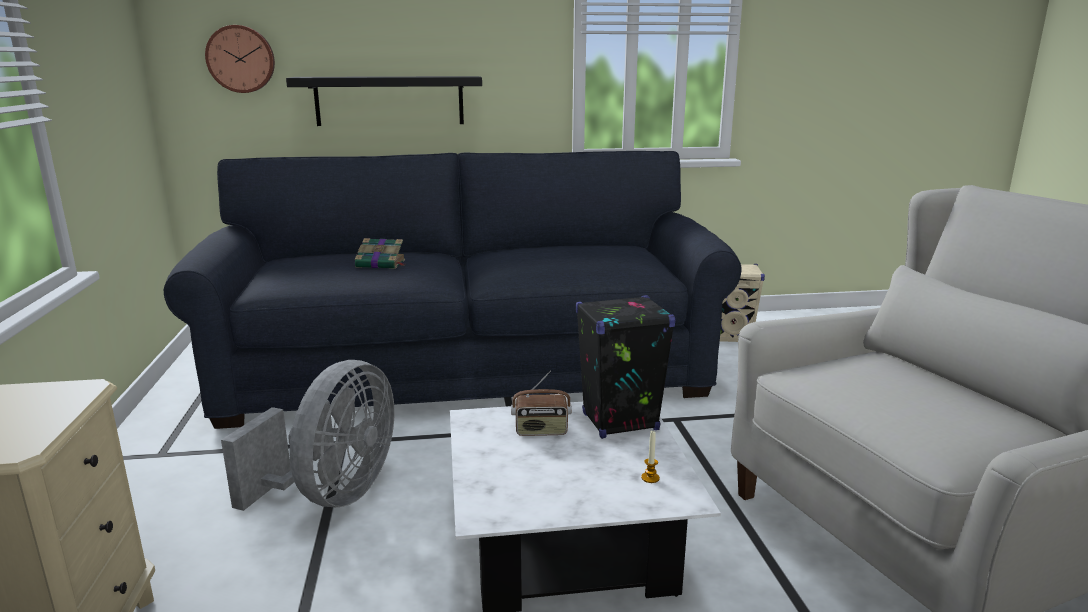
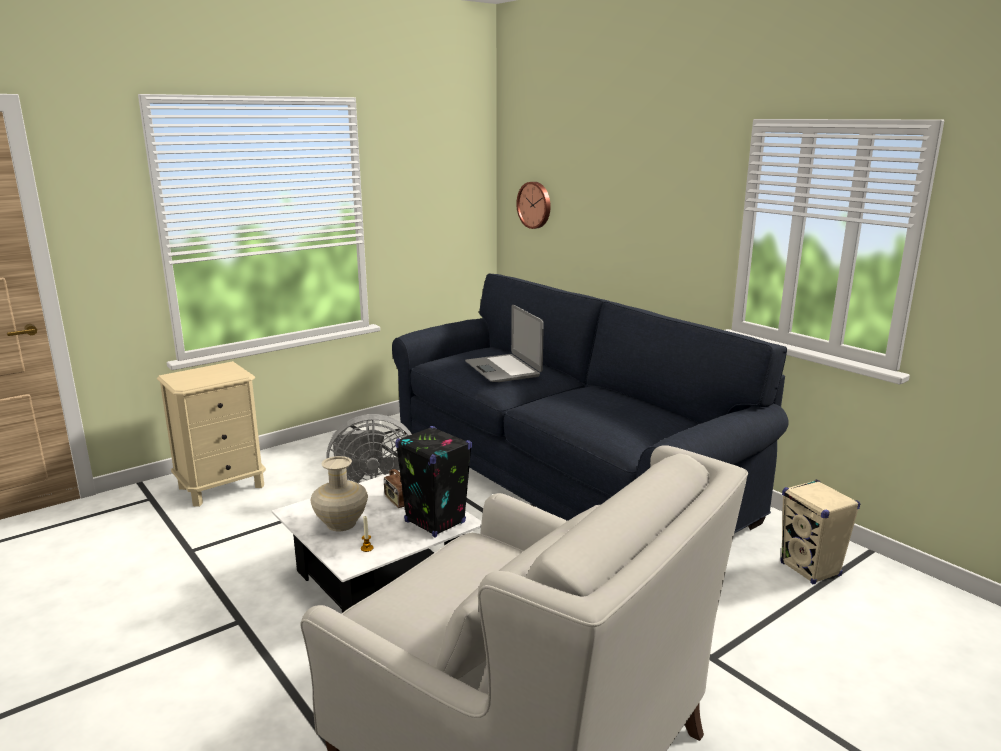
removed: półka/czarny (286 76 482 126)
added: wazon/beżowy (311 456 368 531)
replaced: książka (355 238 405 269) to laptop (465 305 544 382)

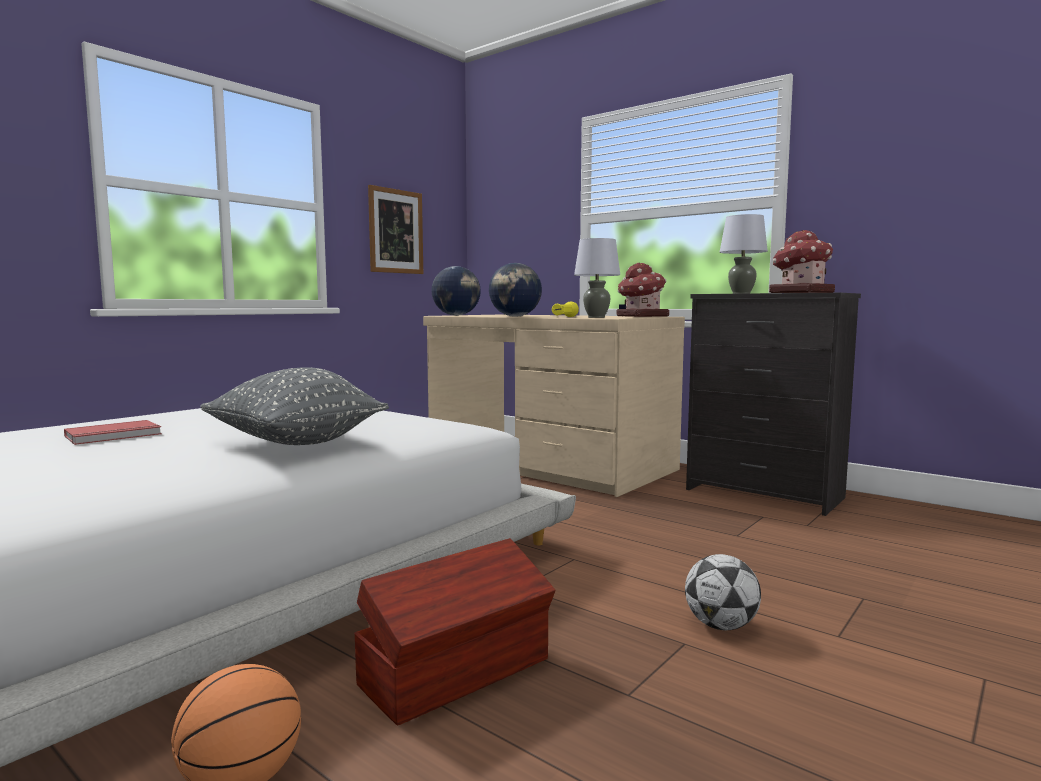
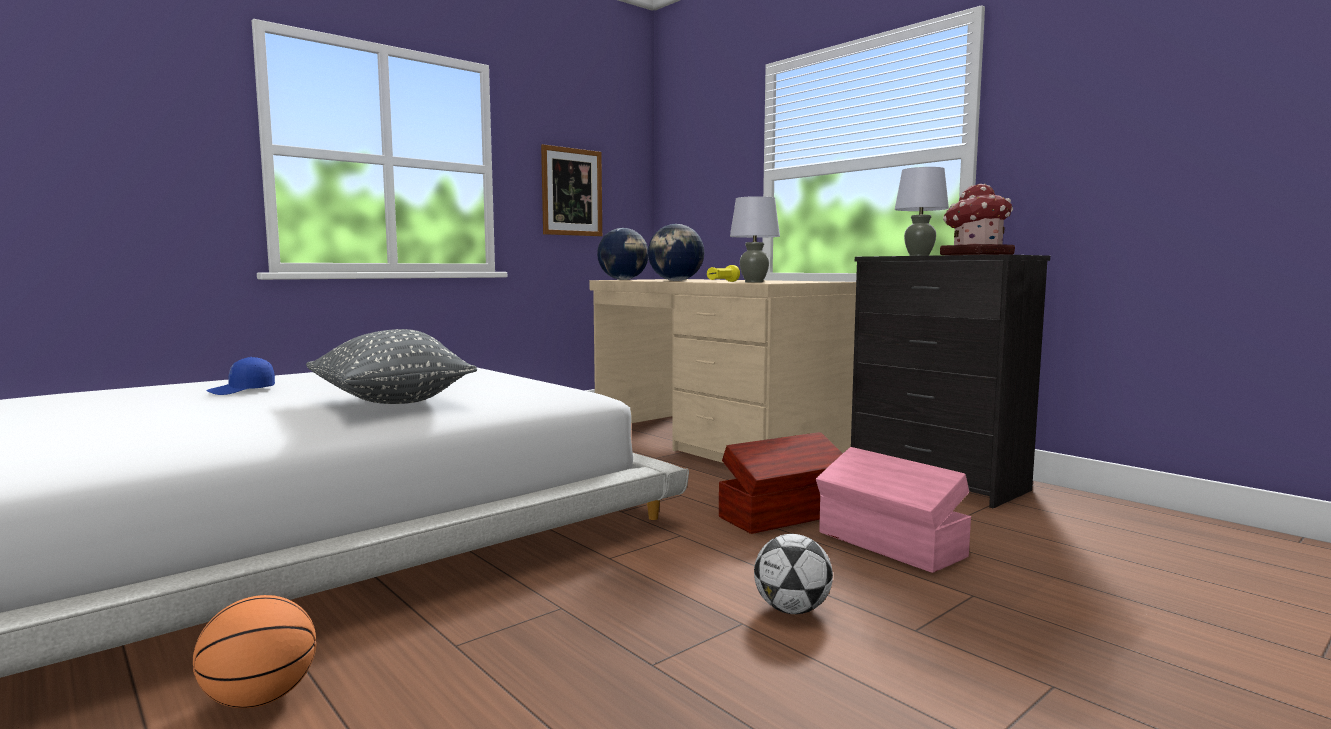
removed: domek (617 263 669 317)
added: pojemnik do przechowywania/różowy (816 447 971 573)
moved: pojemnik do przechowywania/brązowy (354 538 555 726) to (719 432 843 534)
replaced: książka/czerwony (64 420 162 445) to czapka z daszkiem/niebieski (206 357 275 395)

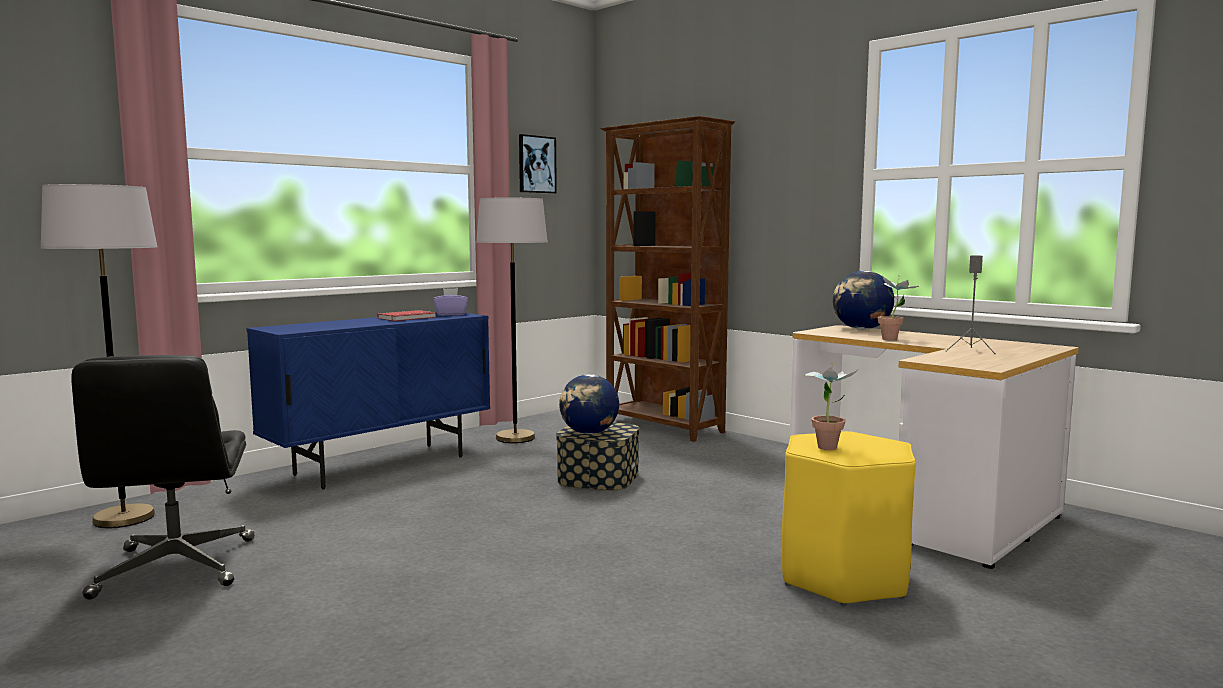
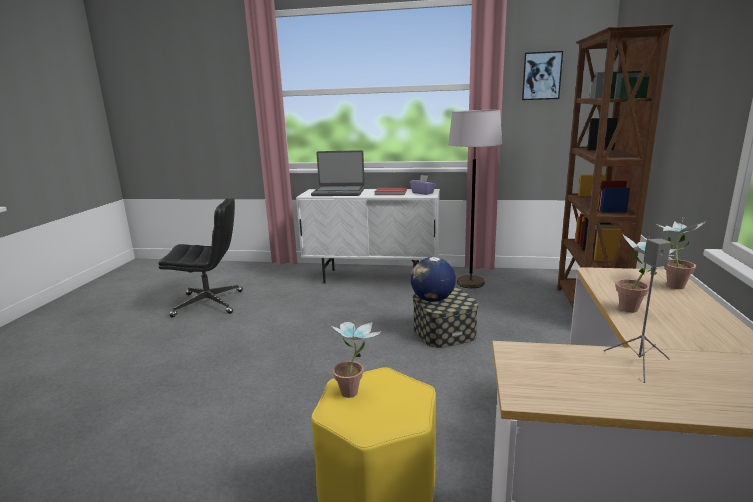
removed: lampa stojąca/szary (41 184 157 528)
added: laptop (311 150 365 196)
replaced: globus (833 271 894 330) to roślina doniczkowa (655 217 706 289)
recoloured: szafka/niebieski (246 313 490 489) to szafka/biały (296 189 440 284)
turned: krzesło biurowe/czarny (71 355 254 600) = (158 198 243 318) 135 degrees counterclockwise

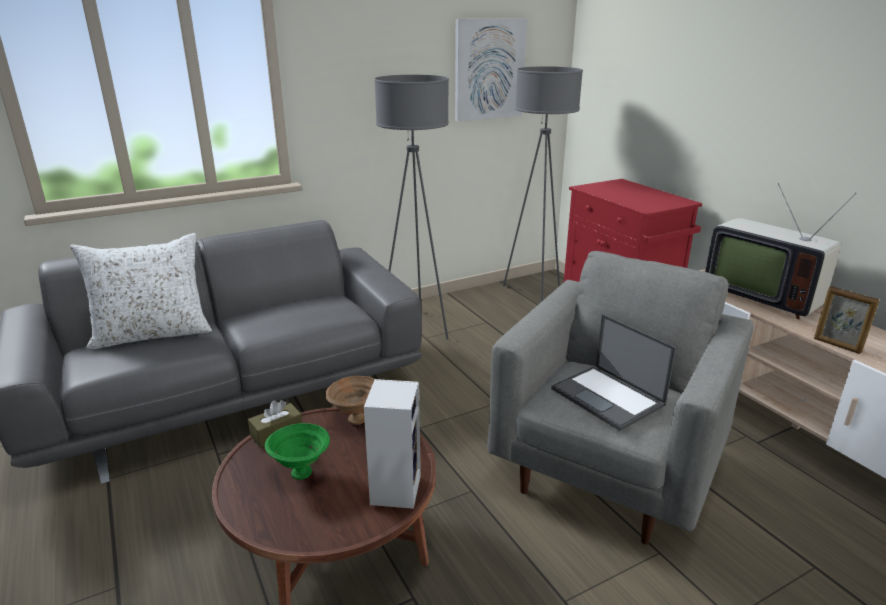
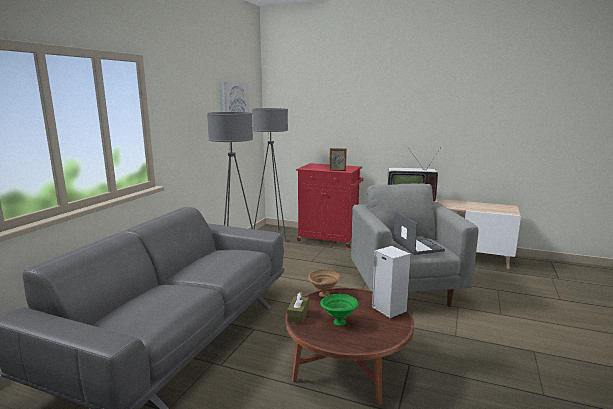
removed: poduszka/biały (70 233 212 349)
moved: ramka na zdjęcie (814 286 879 354) to (329 148 347 171)
turned: laptop (551 314 676 431) = (393 211 445 255) 120 degrees counterclockwise

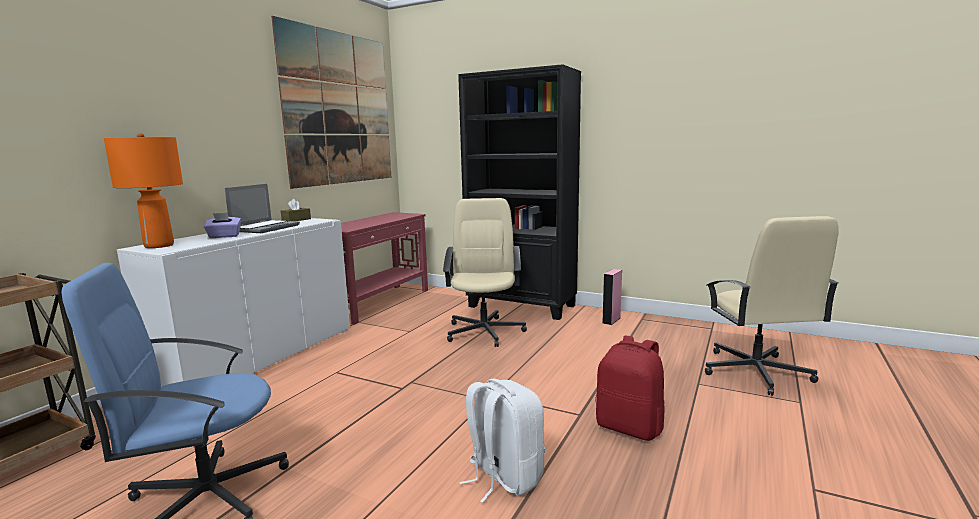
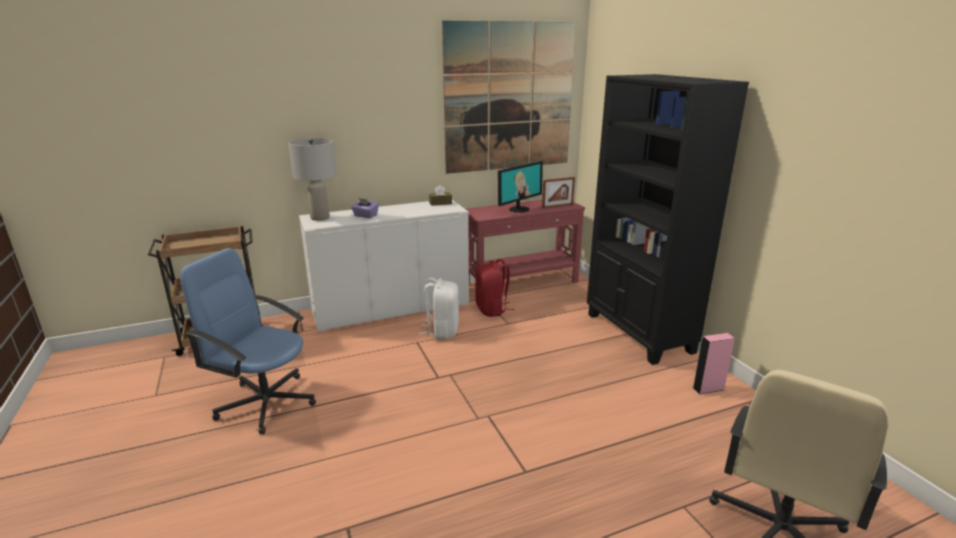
removed: laptop (224 184 300 233); krzesło biurowe/beżowy (443 198 527 347)
added: monitor (498 161 543 213); ramka na zdjęcie (542 177 575 209)
moved: plecak/biały (459 378 545 503) to (419 277 459 339); plecak/czerwony (595 336 665 441) to (475 259 514 317)
recoloured: lampa stołowa/pomarańczowy (104 133 183 248) to lampa stołowa/szary (288 138 337 221)

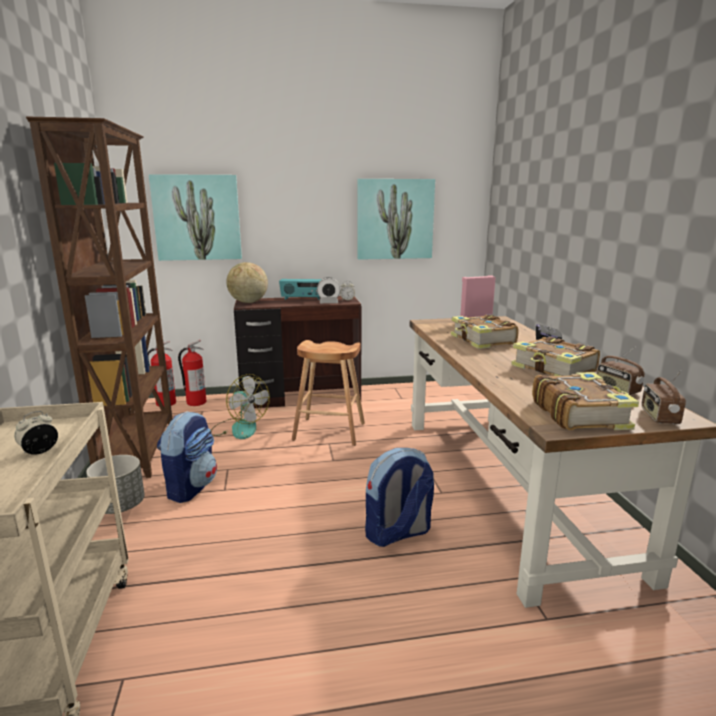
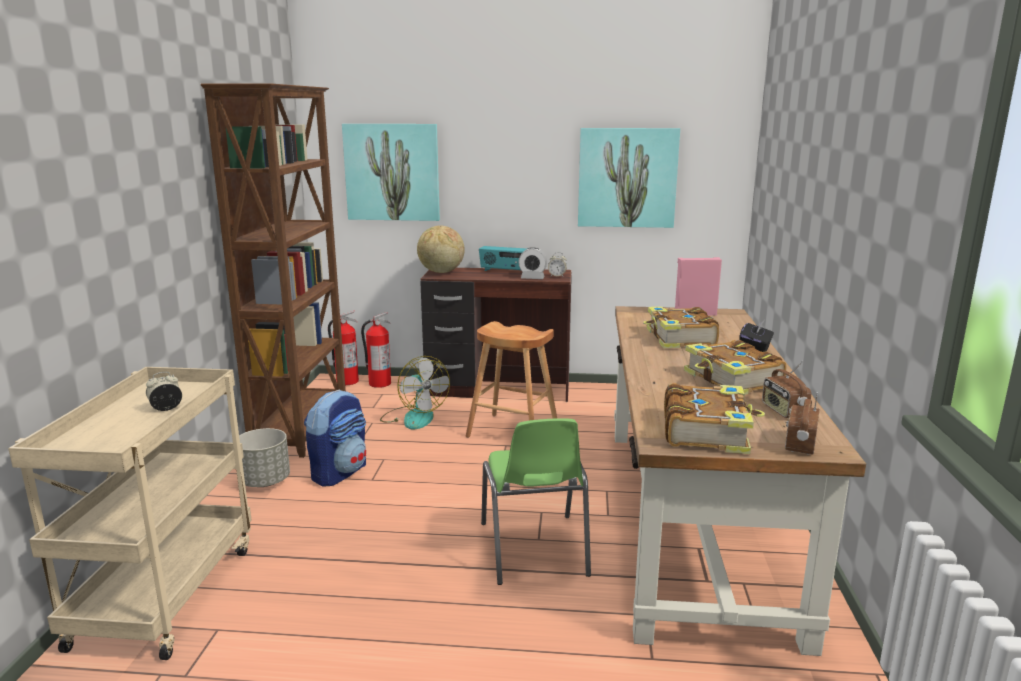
replaced: plecak (365 448 434 547) to krzesło/zielony (481 418 591 585)

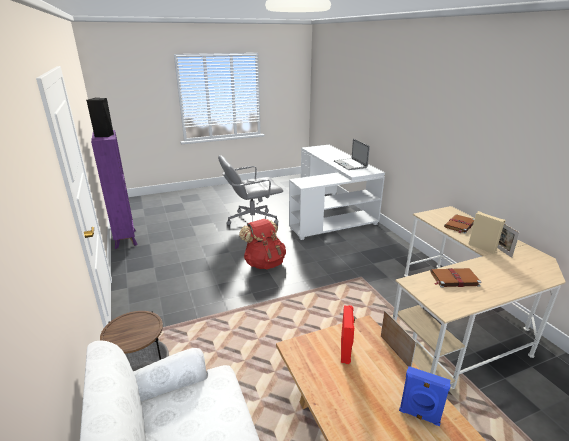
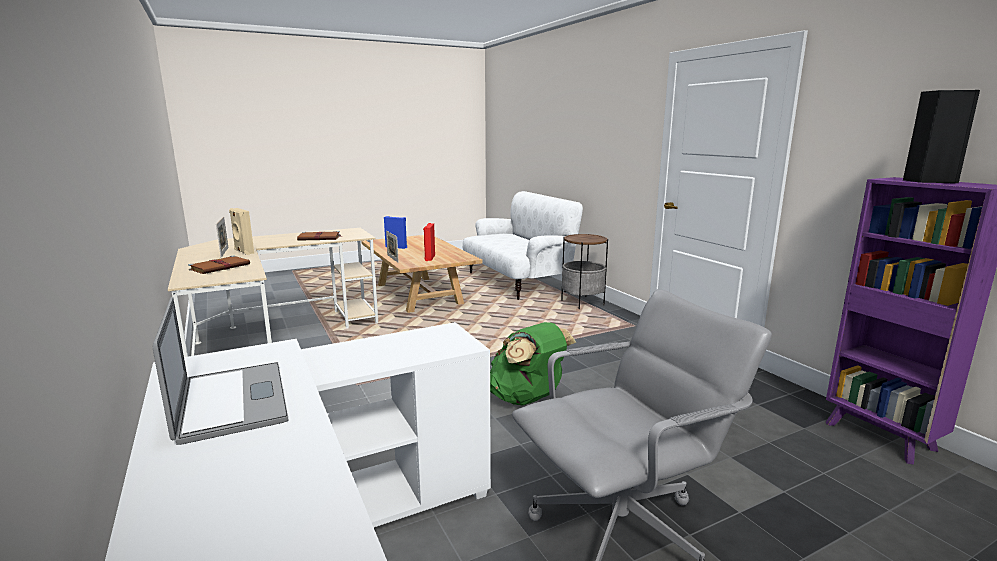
recoloured: plecak/czerwony (239 219 286 269) to plecak/zielony (490 322 576 405)

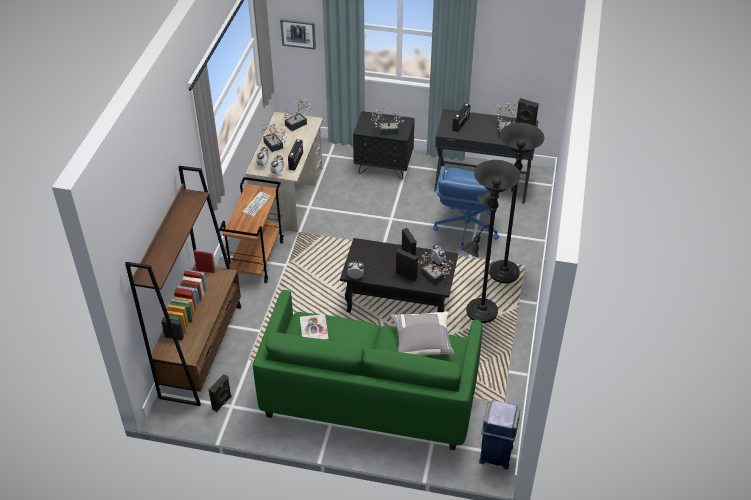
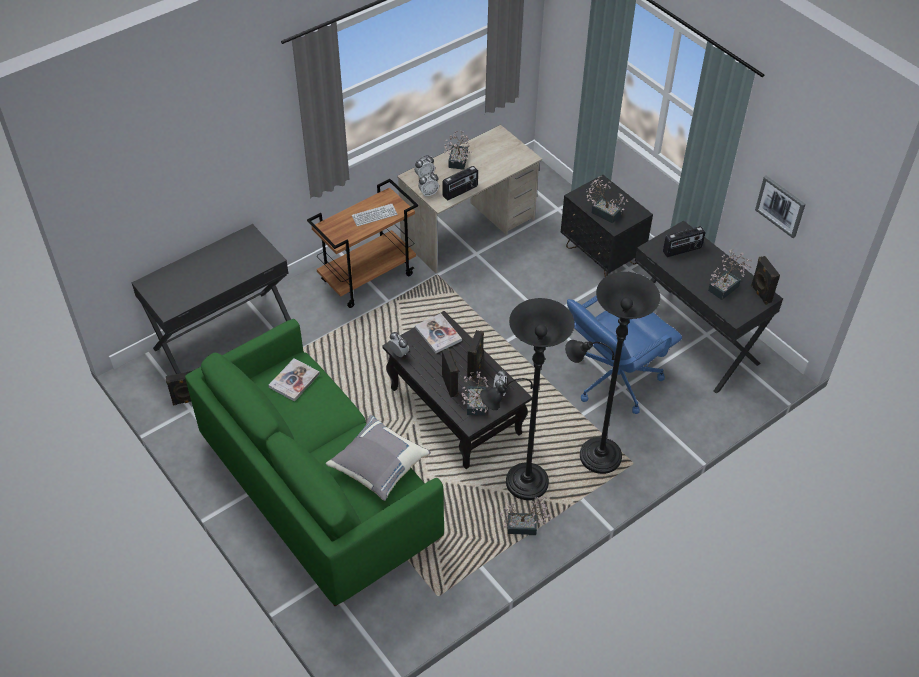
removed: kosz na śmieci/niebieski (479 400 520 470)
added: książka (415 313 462 353)
moved: roślina doniczkowa (283 97 312 131) to (500 496 551 535); obraz (280 19 316 49) to (755 176 806 238)
replaced: regał/brązowy (125 166 241 406) to biurko/czarny (132 224 291 374)

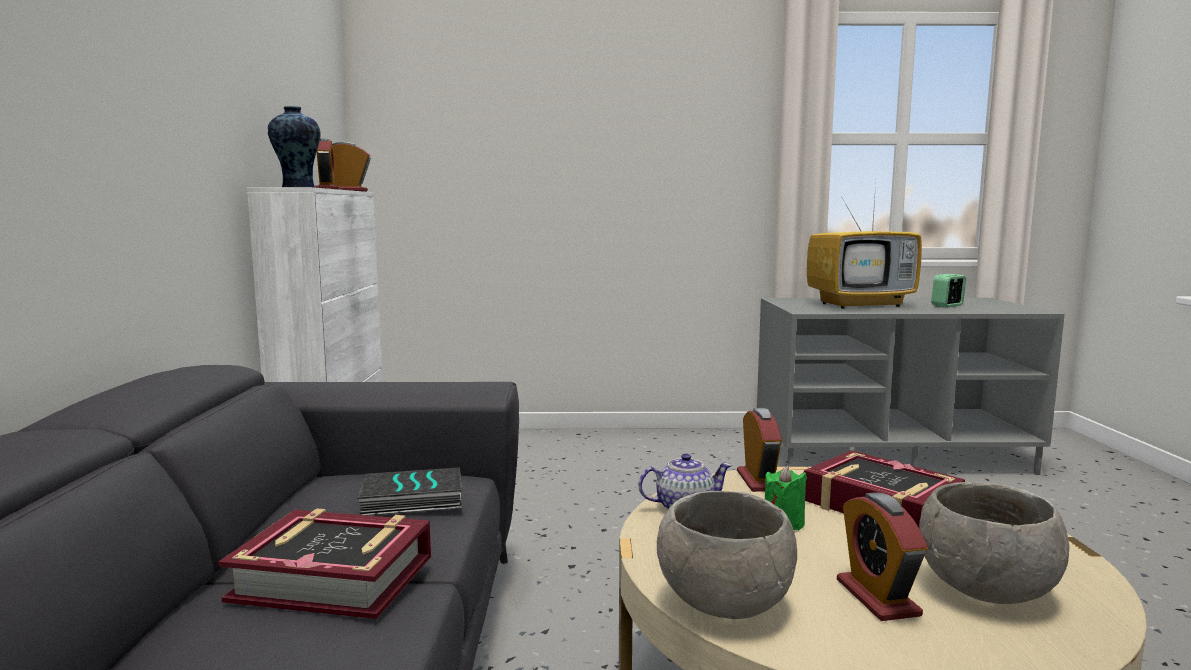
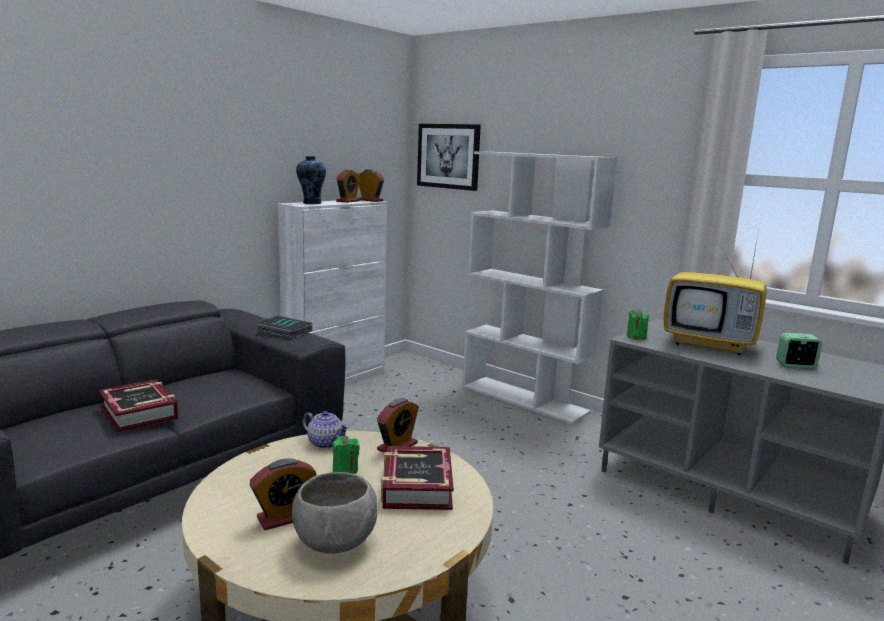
removed: miska/szary (657 491 797 619)
added: obraz (417 124 481 191); regał/biały (463 151 617 424); świeca/zielony (627 310 649 340)
moved: książka (357 467 463 516) to (256 316 312 338)
turned: budzik (837 492 928 621) = (249 458 317 530) 150 degrees counterclockwise

